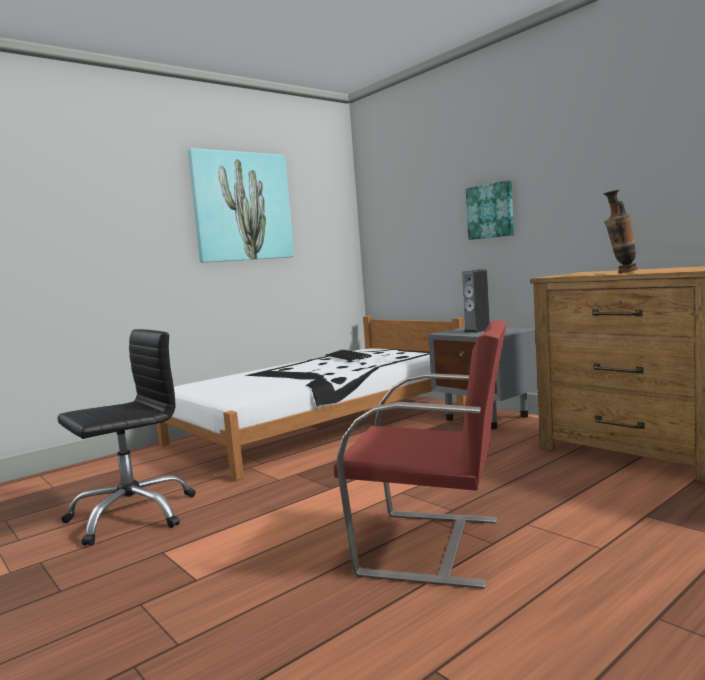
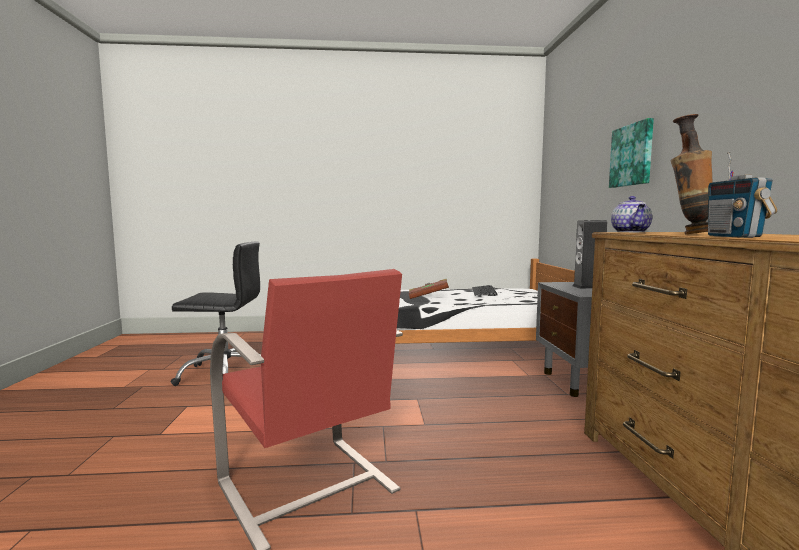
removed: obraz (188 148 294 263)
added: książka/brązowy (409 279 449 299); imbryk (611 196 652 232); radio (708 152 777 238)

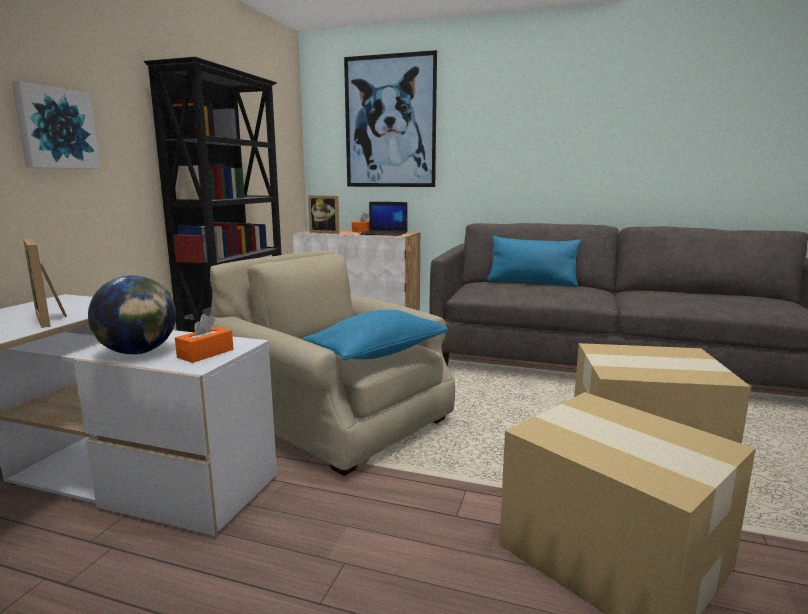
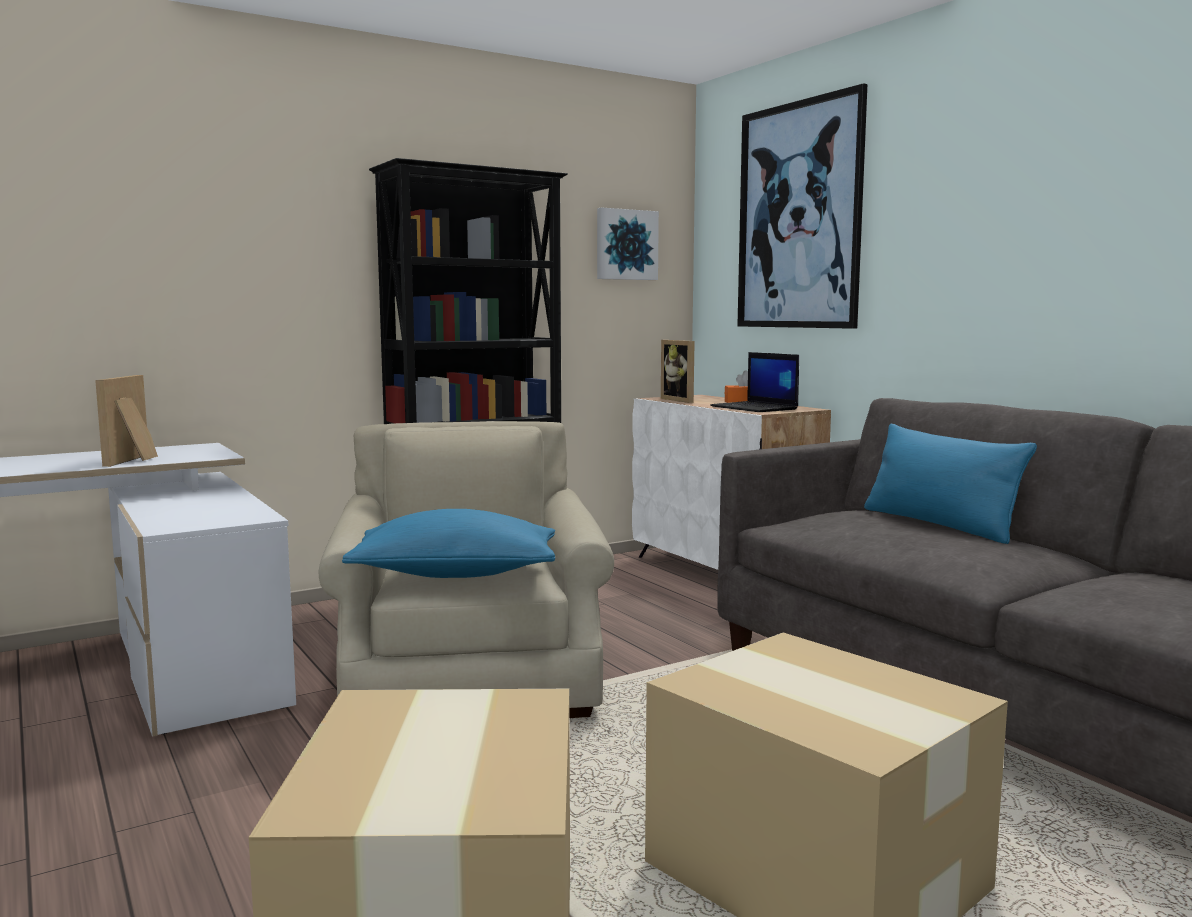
removed: globus (88 275 176 354); pudełko chusteczek/pomarańczowy (175 314 233 363)
moved: obraz (12 81 101 169) to (597 208 659 280)

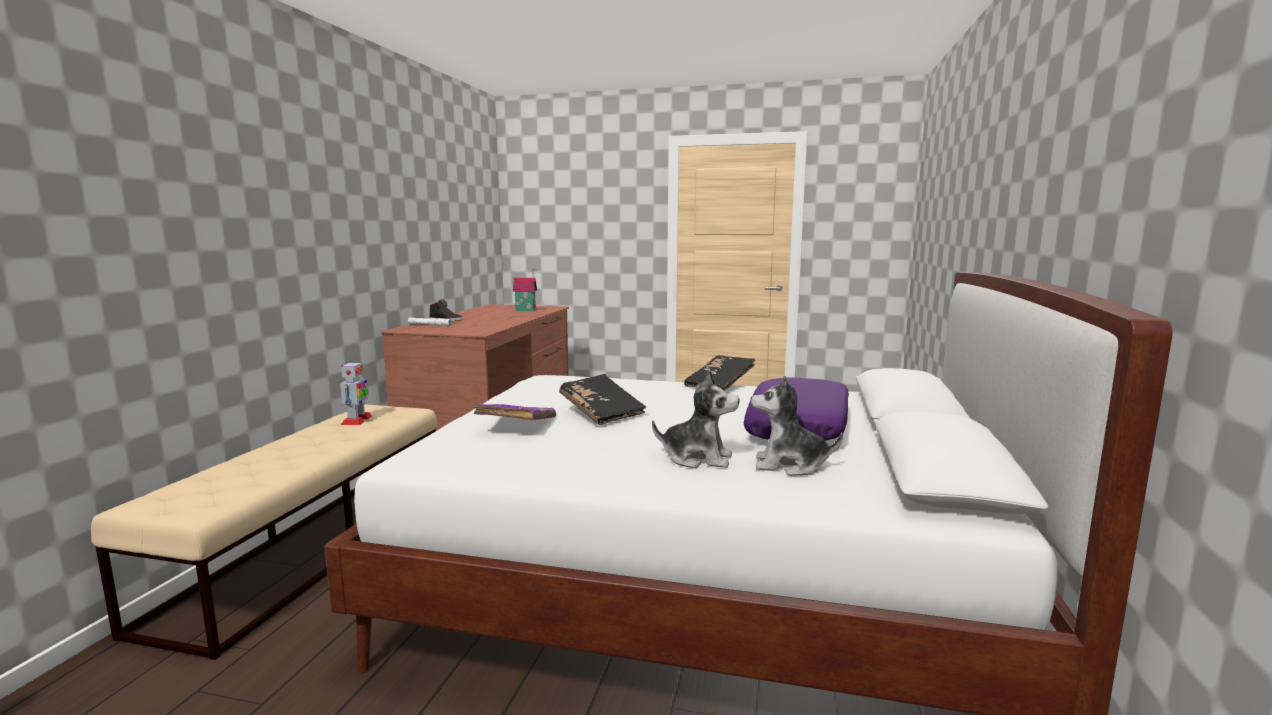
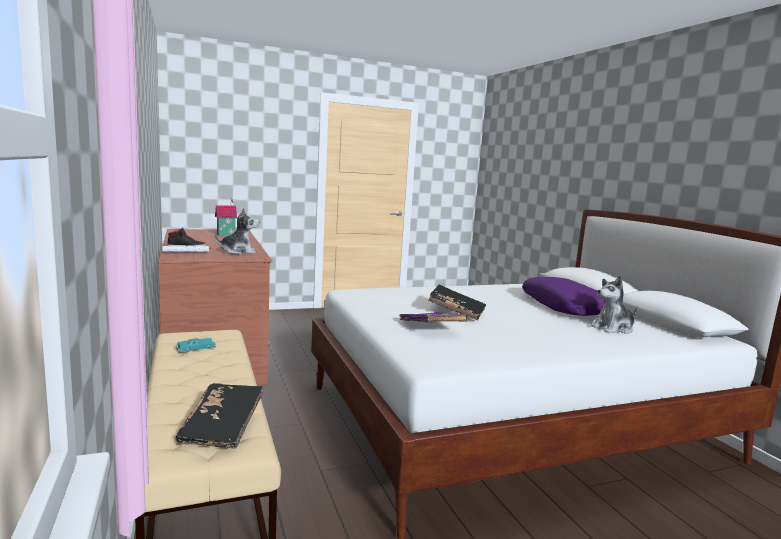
moved: książka/czarny (684 355 755 391) to (175 383 263 449); pluszak (652 370 739 468) to (215 208 259 255)
replaced: robot zabawkowy (340 361 372 425) to samochodzik/turkusowy (176 338 216 352)

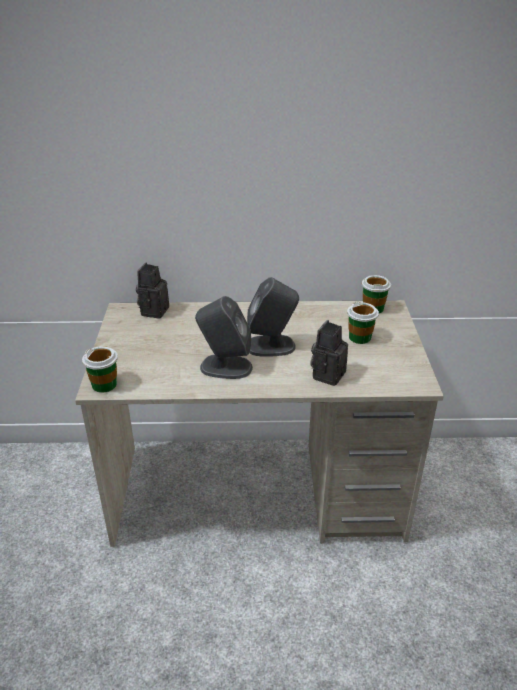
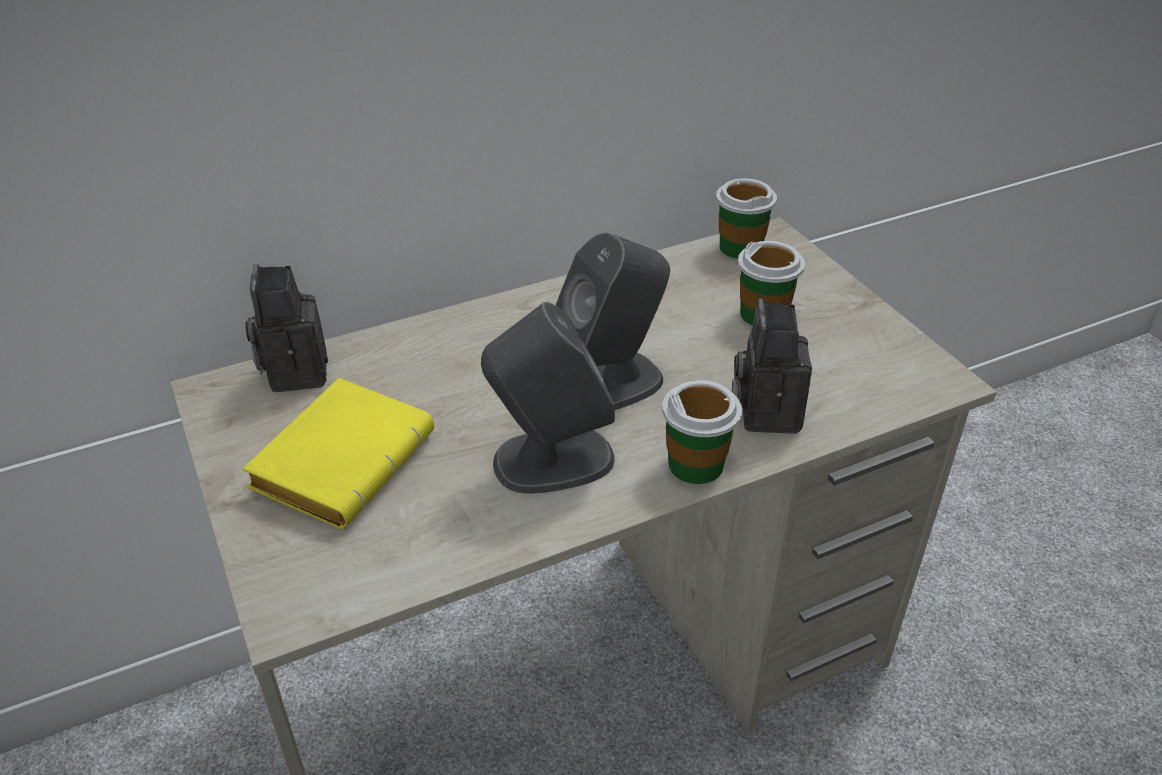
added: książka/żółty (242 378 434 529)
moved: filiżanka (82 346 118 393) to (662 380 742 484)

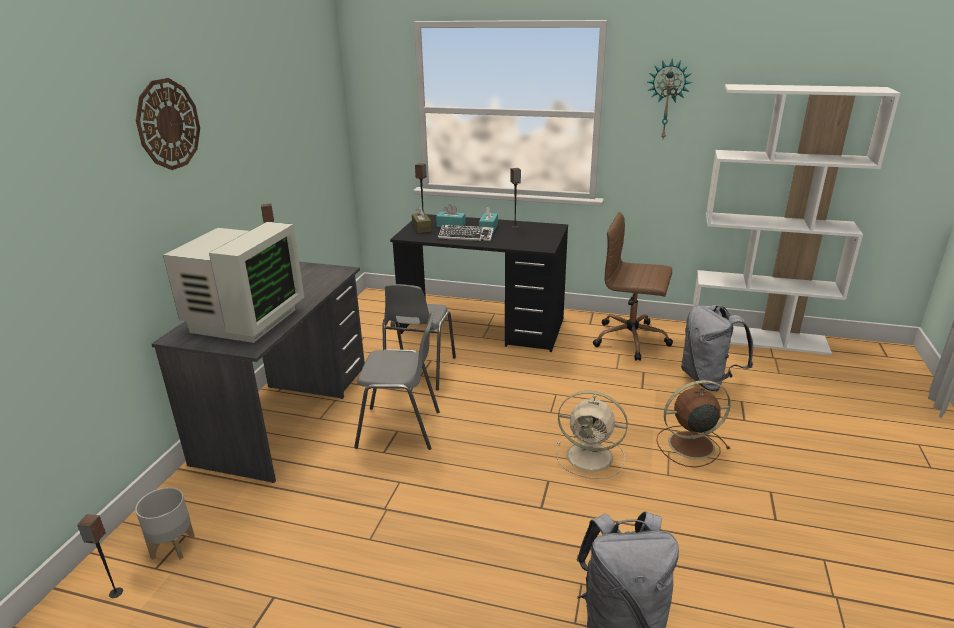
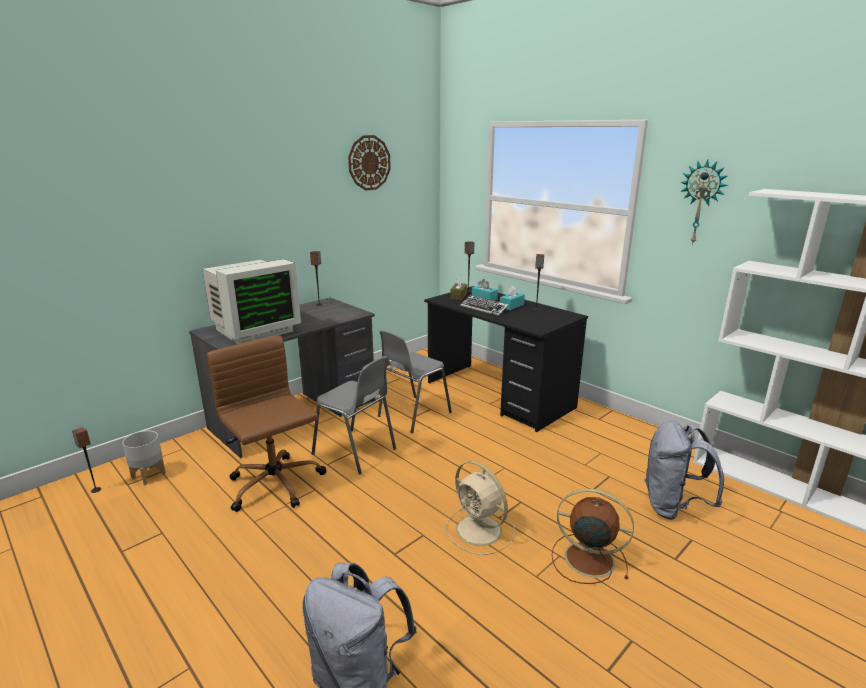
moved: krzesło biurowe/brązowy (593 212 673 361) to (207 335 326 512); zegar ścienny (136 78 200 170) to (348 135 391 190)

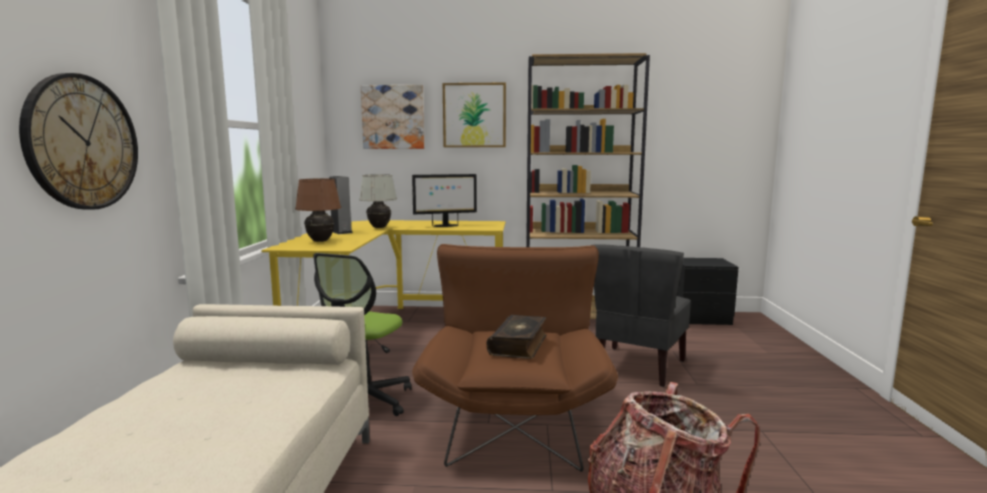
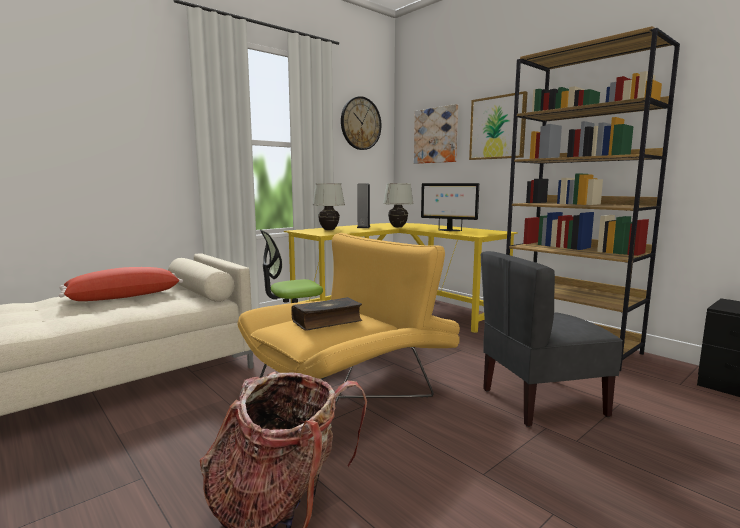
added: poduszka/czerwony (59 267 183 301)
moved: zegar ścienny (19 73 138 210) to (341 96 381 150)
recoloured: fotel/brązowy (412 244 618 472) to fotel/żółty (237 233 460 406); lampa stołowa/brązowy (295 179 341 242) to lampa stołowa/biały (312 183 345 230)

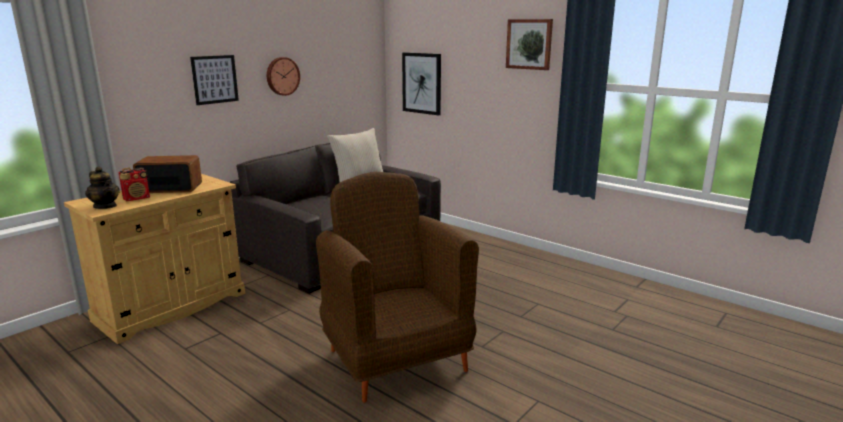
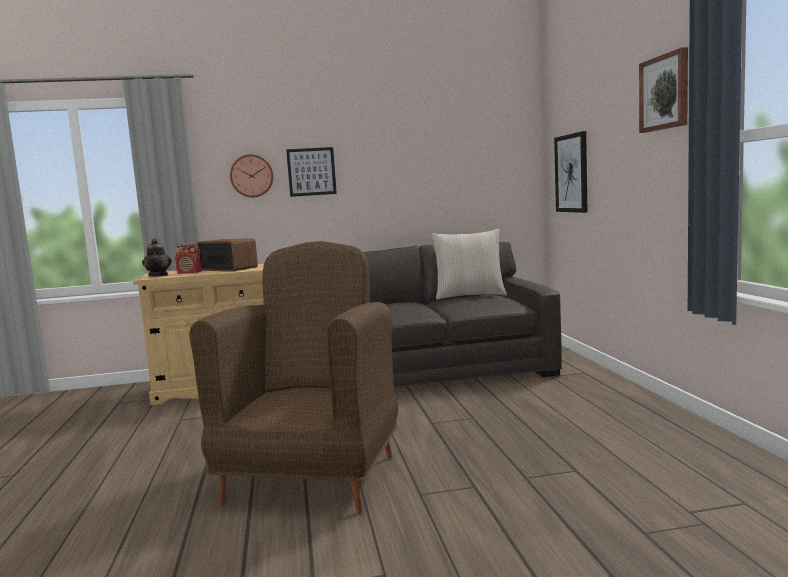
moved: zegar ścienny (267 57 300 96) to (230 154 273 197)

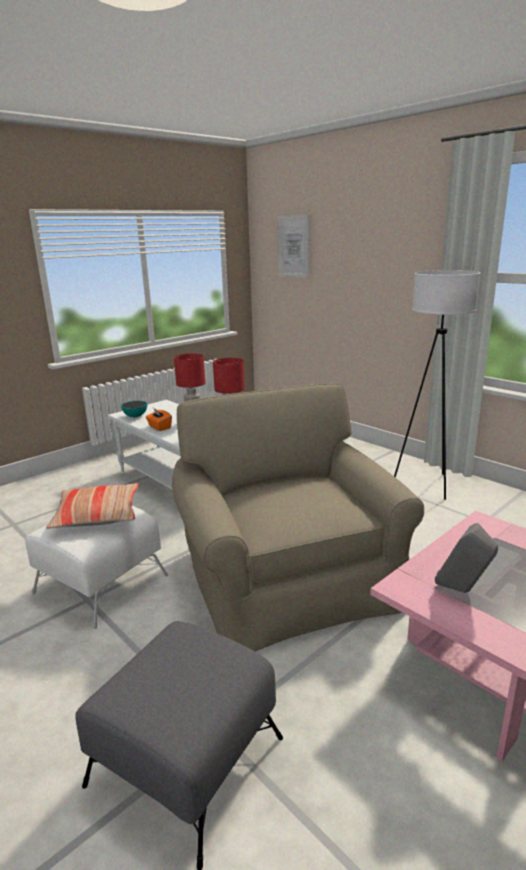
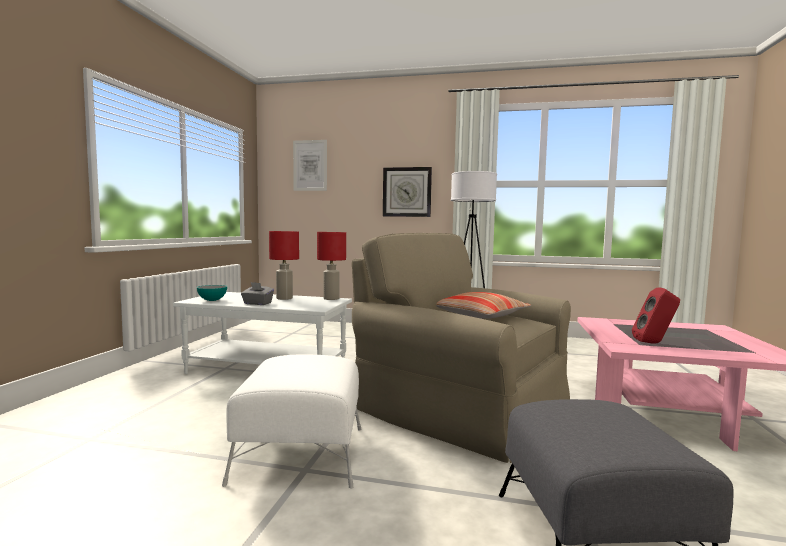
added: zegar ścienny (383 167 432 217)
moved: poduszka (46 483 139 529) to (436 292 531 319)
recoloured: pudełko chusteczek/pomarańczowy (146 408 172 431) to pudełko chusteczek/szary (241 282 274 305); głośnik/szary (435 523 498 593) to głośnik/czerwony (632 287 680 343)

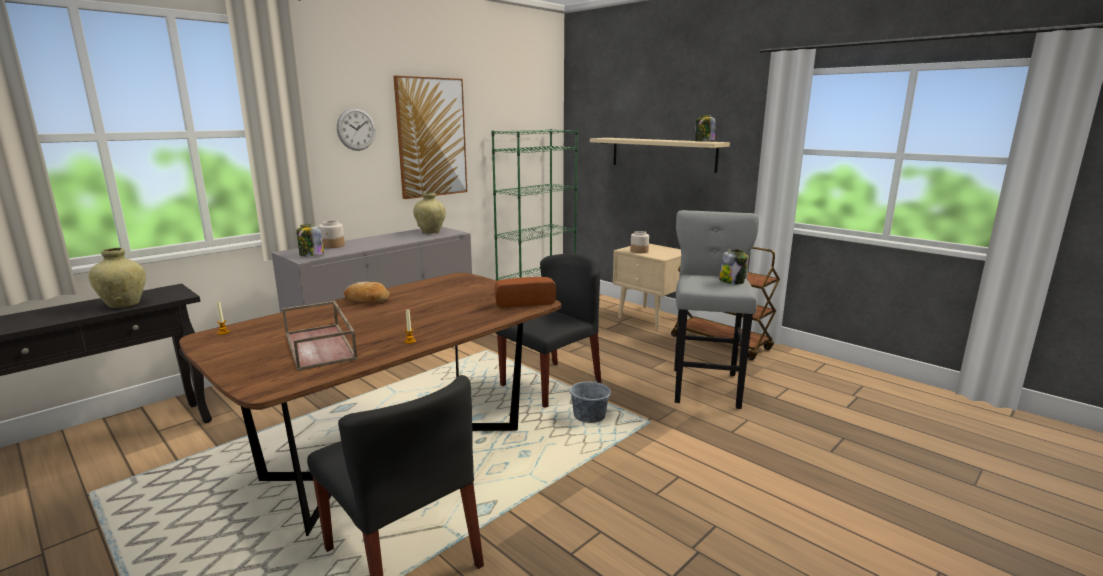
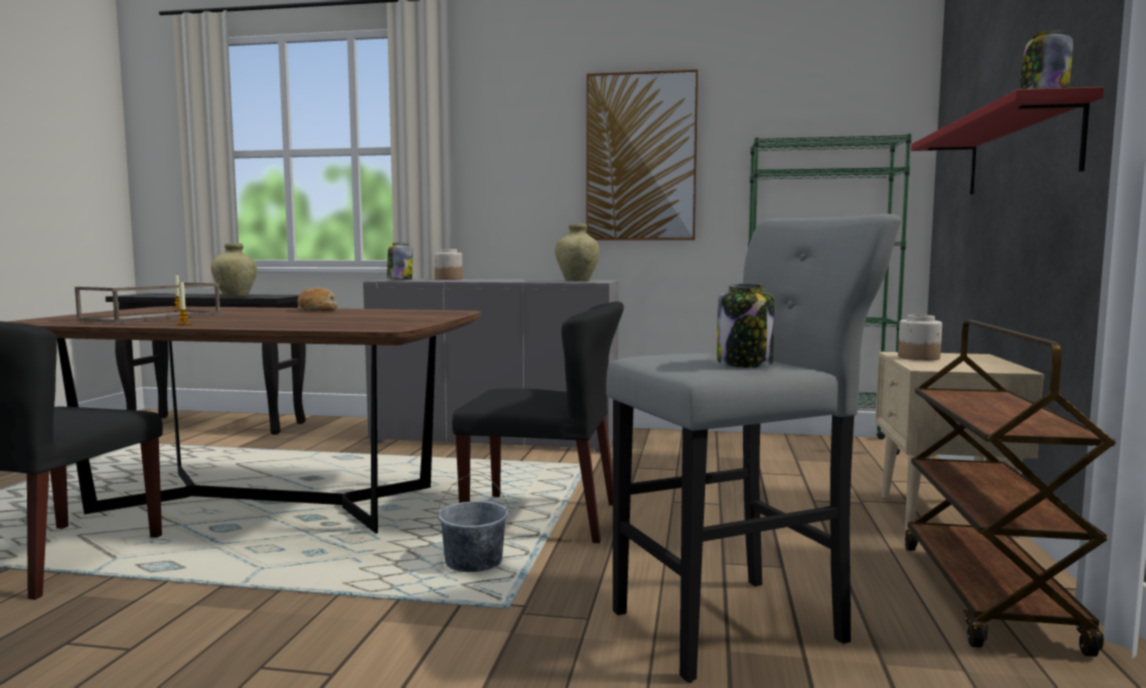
removed: zegar ścienny (337 108 376 151); chleb (495 277 556 308)
recoloured: półka/beżowy (590 138 730 173) to półka/czerwony (911 87 1105 195)

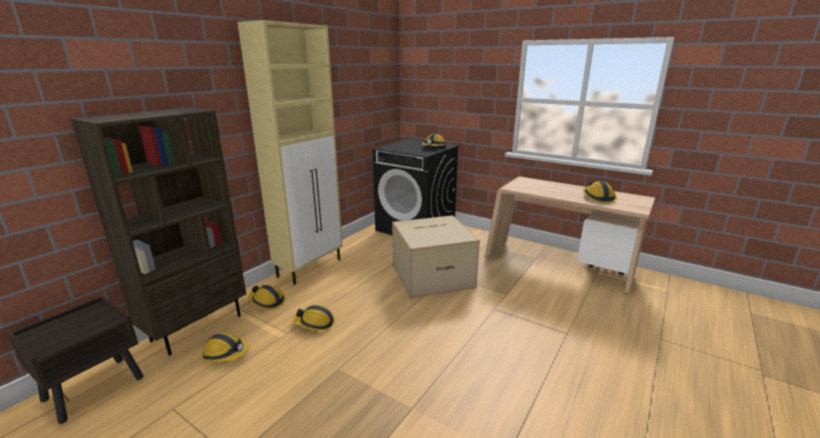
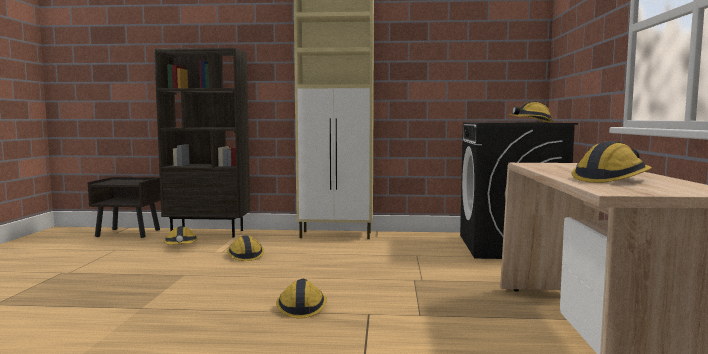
removed: karton (392 215 480 298)
moved: kask (248 285 286 310) to (276 279 327 318)

